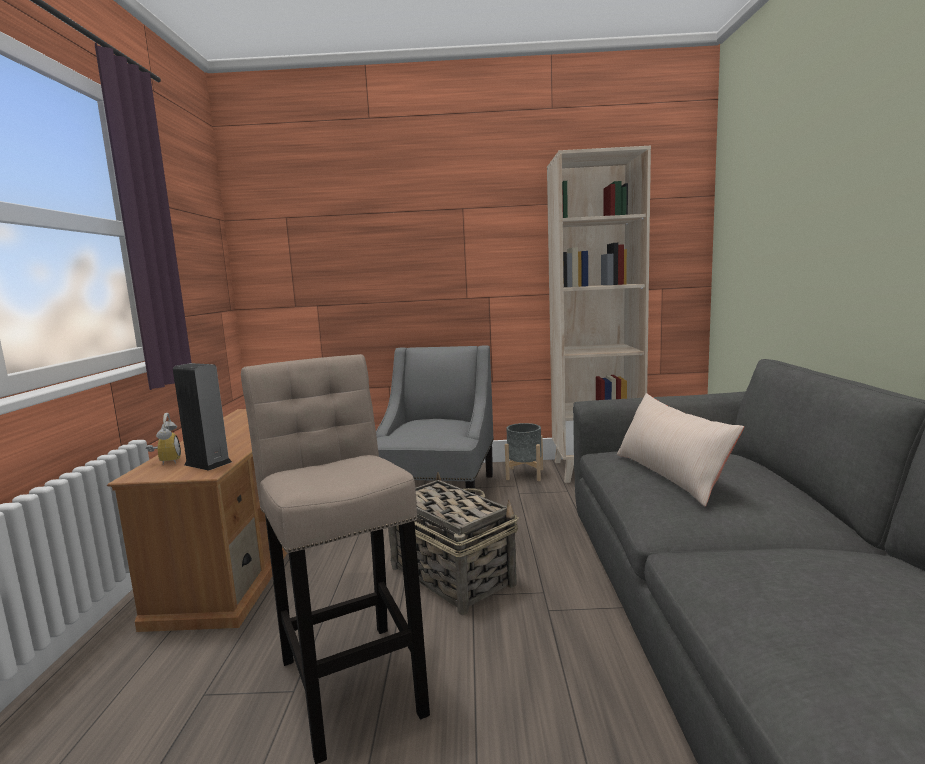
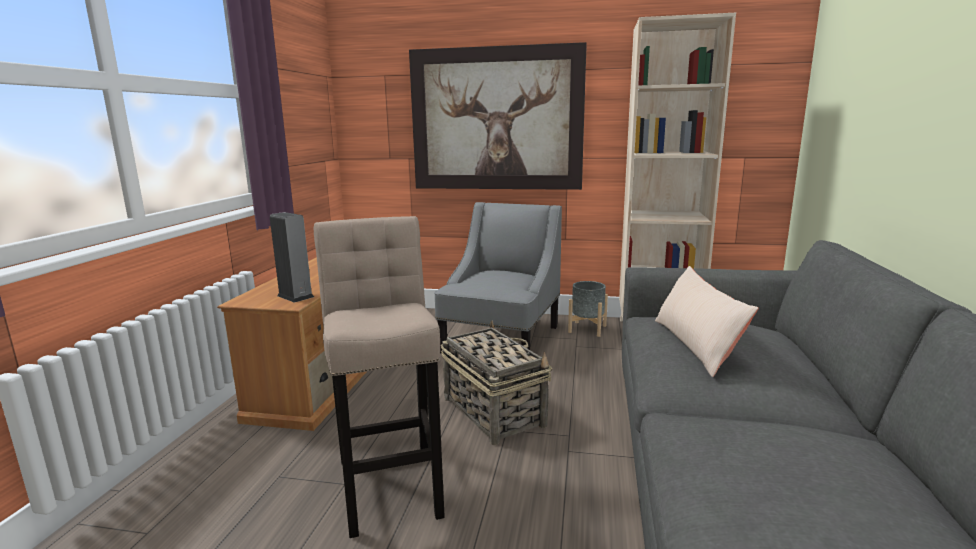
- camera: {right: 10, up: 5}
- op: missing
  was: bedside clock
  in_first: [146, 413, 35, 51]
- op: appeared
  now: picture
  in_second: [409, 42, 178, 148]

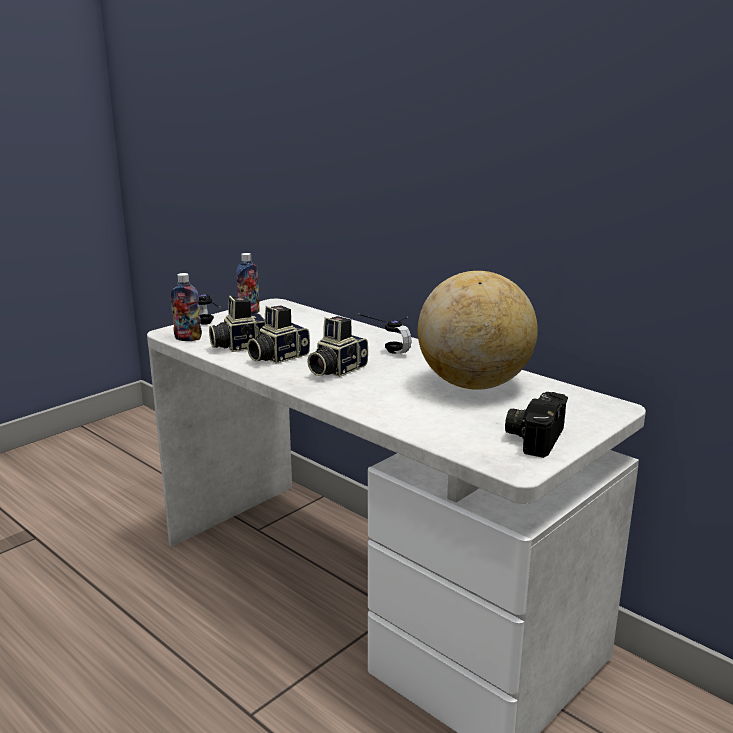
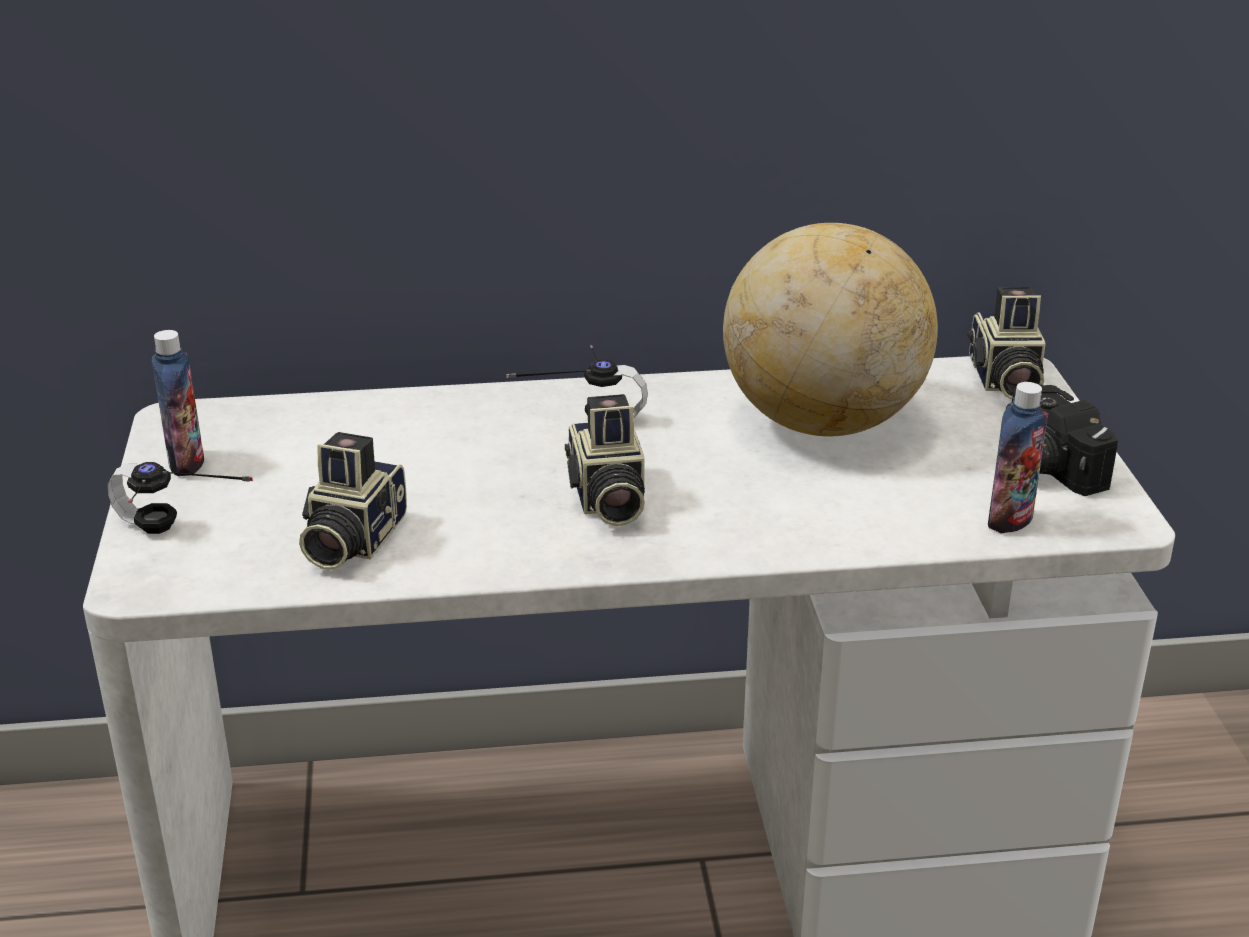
- camera: {right: -50, up: 10}
- op: relocated
  was: beverage bottle
  in_first: [170, 273, 32, 68]
  in_second: [988, 382, 60, 151]
- op: relocated
  was: photo camera
  in_first: [247, 306, 63, 58]
  in_second: [967, 287, 78, 112]

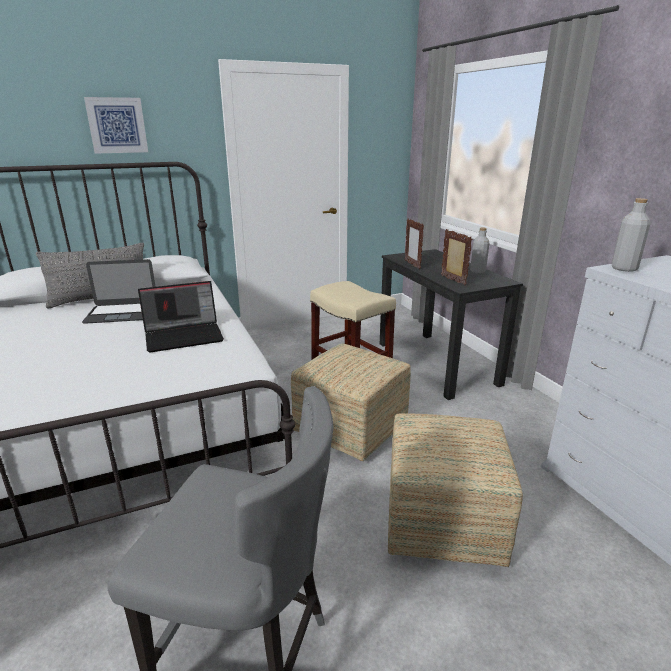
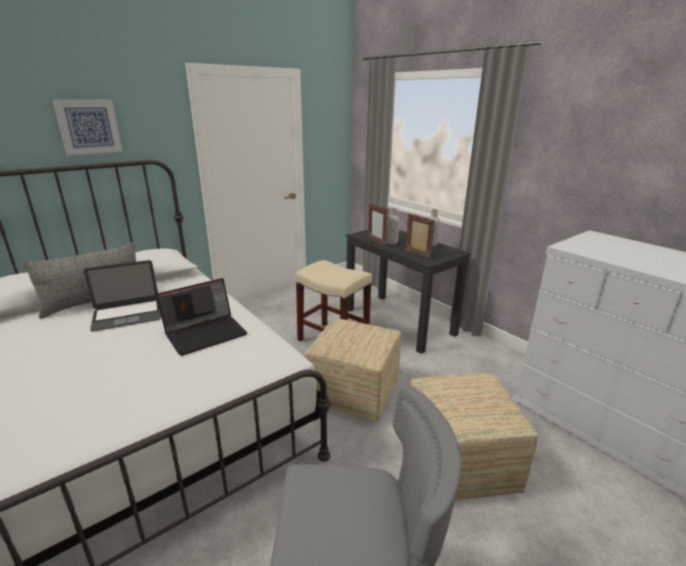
- camera: {right: -15, up: 0}
- op: relocated
  was: gray beverage bottle
  in_first: [612, 198, 38, 74]
  in_second: [386, 208, 13, 37]

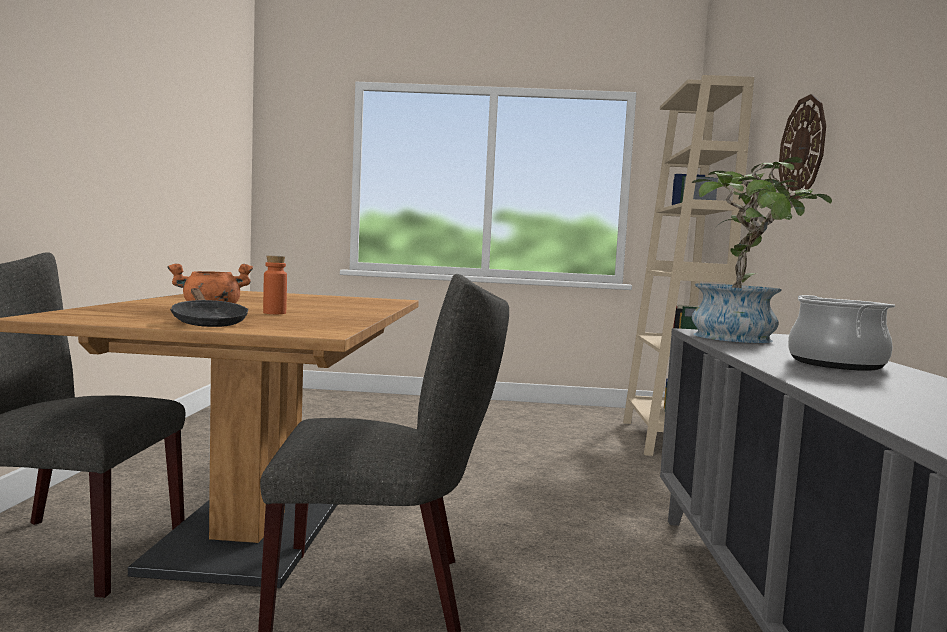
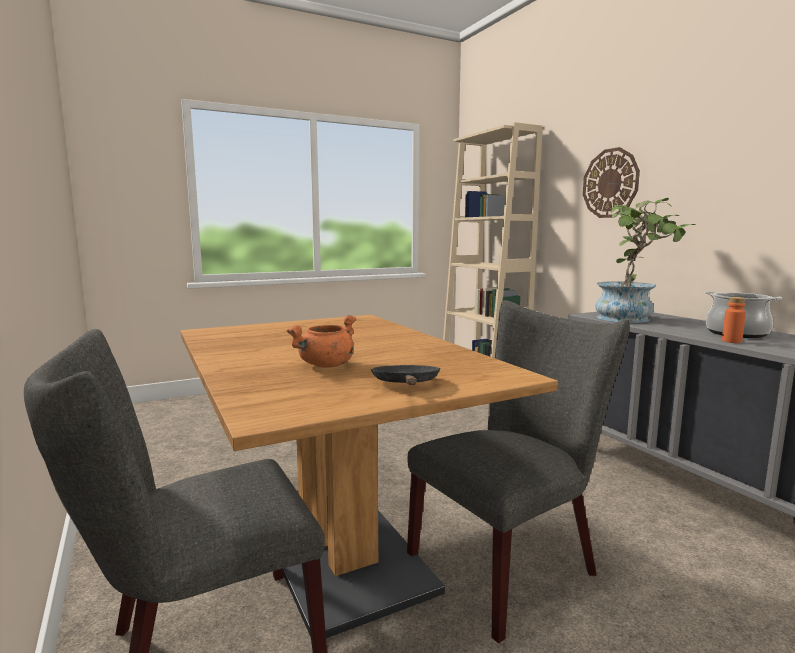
- camera: {right: -30, up: 5}
- op: relocated
  was: orange-coloured beverage bottle
  in_first: [263, 255, 24, 59]
  in_second: [722, 297, 24, 46]
- op: spun
  was: black-coloured frying pan
  in_first: [170, 288, 78, 39]
  in_second: [371, 365, 70, 20]
  clockwise: -120

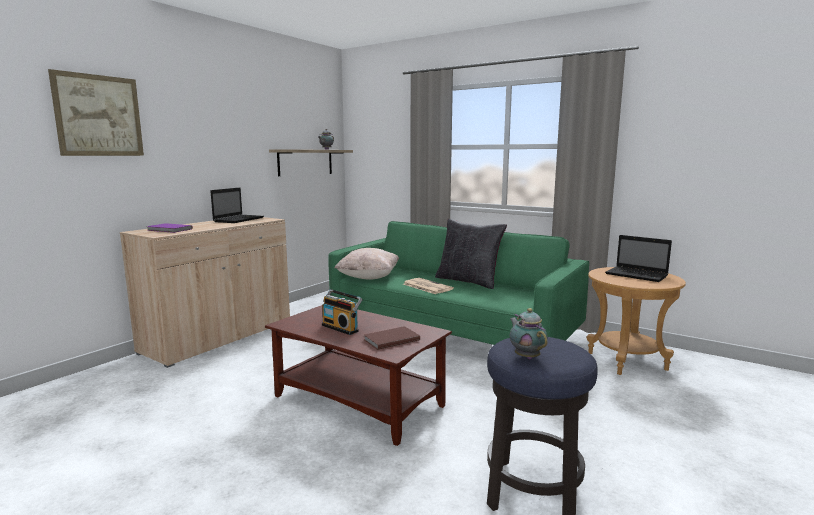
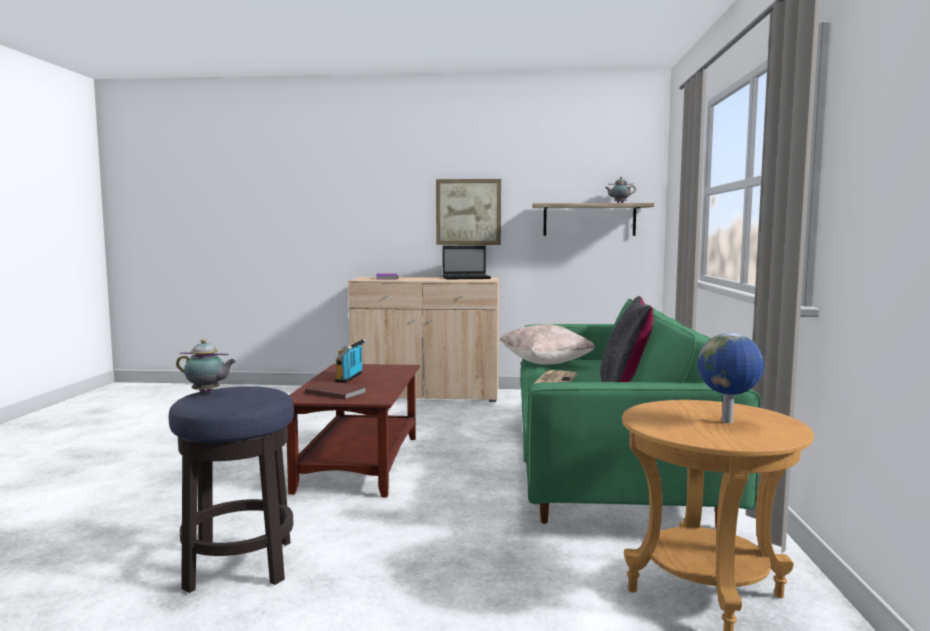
- camera: {right: 60, up: -5}
- op: relocated
  was: picture
  in_first: [48, 69, 96, 87]
  in_second: [436, 179, 65, 66]
- op: exchanged
  was: notebook computer
  now: globe
  in_first: [605, 235, 67, 47]
  in_second: [698, 333, 66, 90]
- op: spun
  was: tea pot
  in_first: [510, 308, 38, 52]
  in_second: [176, 339, 60, 54]
  clockwise: 60

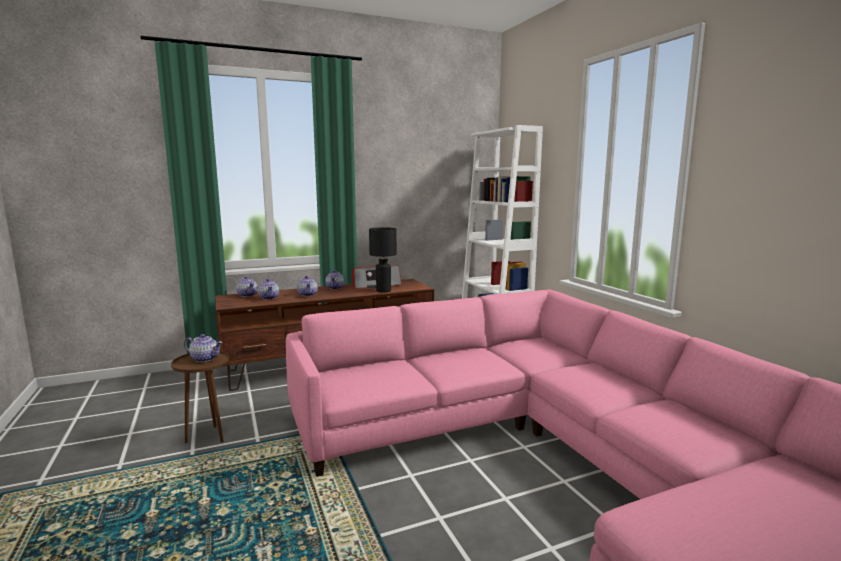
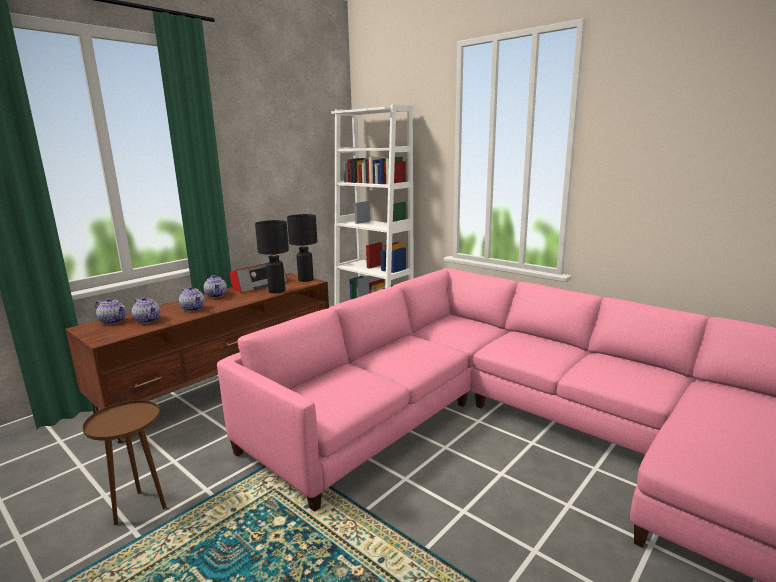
- camera: {right: -25, up: 5}
- op: missing
  was: tea pot
  in_first: [184, 334, 39, 28]
- op: appeared
  now: black-coloured tabletop lamp
  in_second: [287, 214, 31, 68]

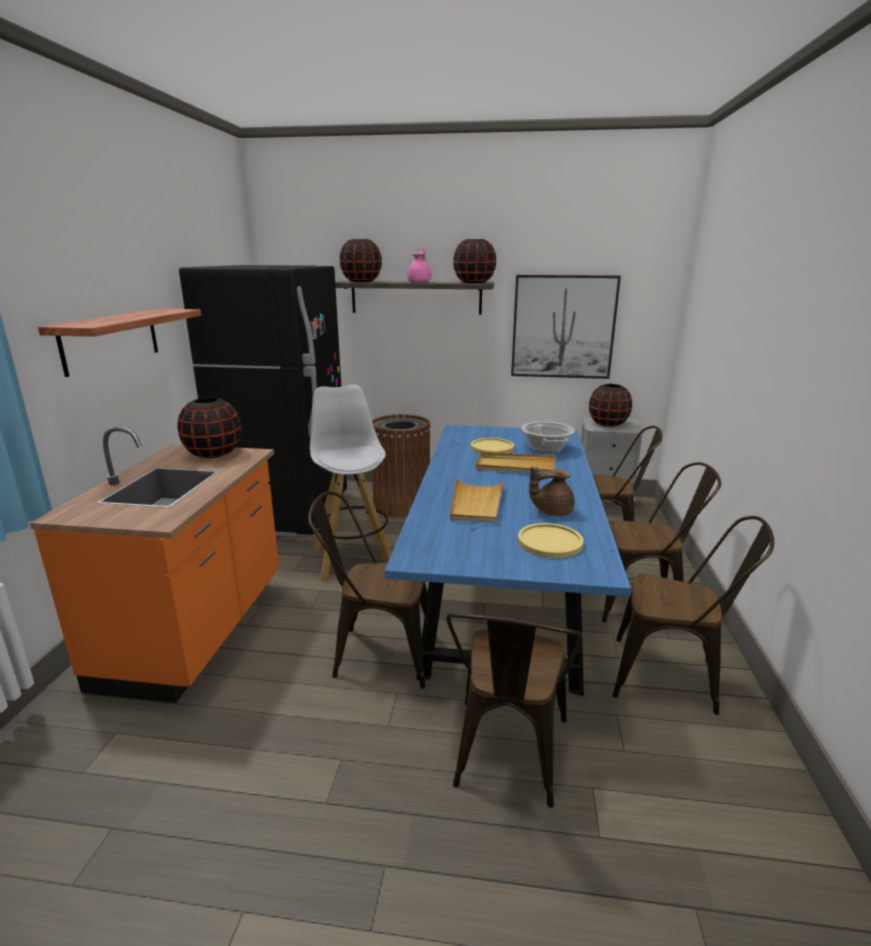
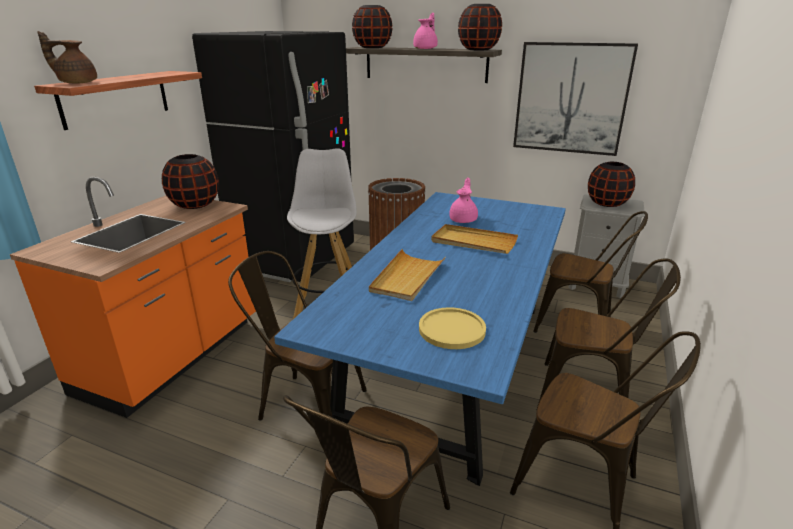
- camera: {right: 15, up: 5}
- op: missing
  was: cooking pot
  in_first: [521, 422, 54, 31]
- op: exchanged
  was: yellowish dinner plate
  now: pink tea pot
  in_first: [471, 438, 43, 15]
  in_second: [449, 178, 29, 45]
- op: relocated
  was: brown tea pot
  in_first: [529, 466, 45, 50]
  in_second: [37, 31, 60, 53]

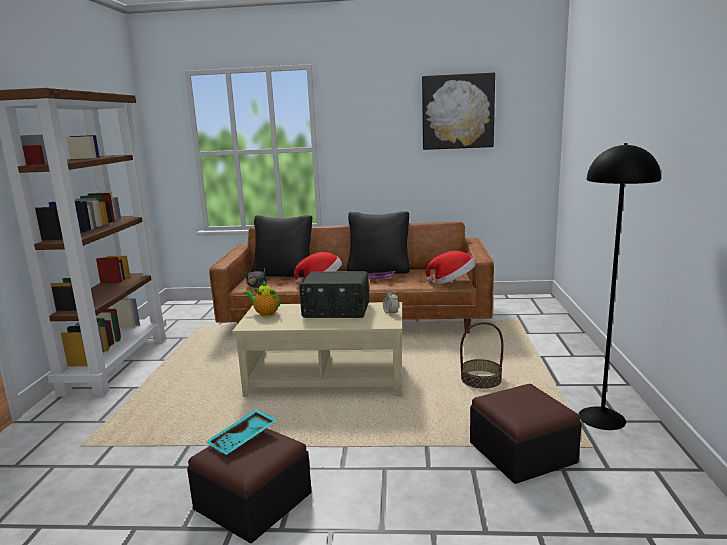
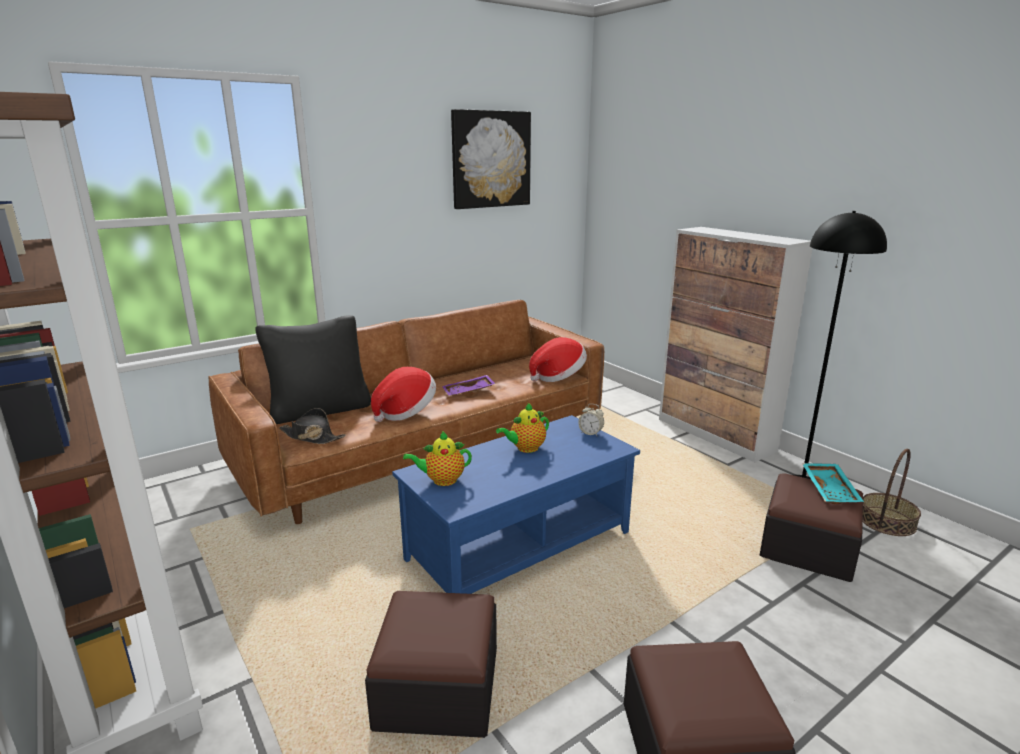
- camera: {right: -40, up: 5}
- op: missing
  was: black-coloured pillow
  in_first: [347, 211, 63, 63]
- op: exchanged
  was: radio
  now: tea pot
  in_first: [299, 271, 70, 47]
  in_second: [496, 403, 53, 50]
- op: colour
  was: beige-coloured coffee table
  now: blue-coloured coffee table
  in_first: [232, 302, 170, 95]
  in_second: [392, 415, 248, 179]
- op: relocated
  was: storage basket
  in_first: [460, 322, 44, 67]
  in_second: [863, 449, 58, 87]
- op: relocated
  was: turquoise-coloured serving tray
  in_first: [206, 409, 71, 46]
  in_second: [802, 463, 62, 41]
- op: appeared
  now: cupboard
  in_second: [659, 227, 154, 235]
- op: appeared
  now: footrest
  in_second: [365, 591, 132, 147]

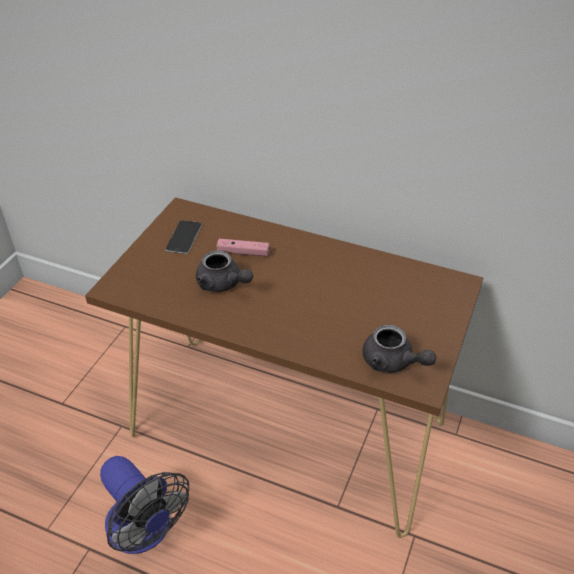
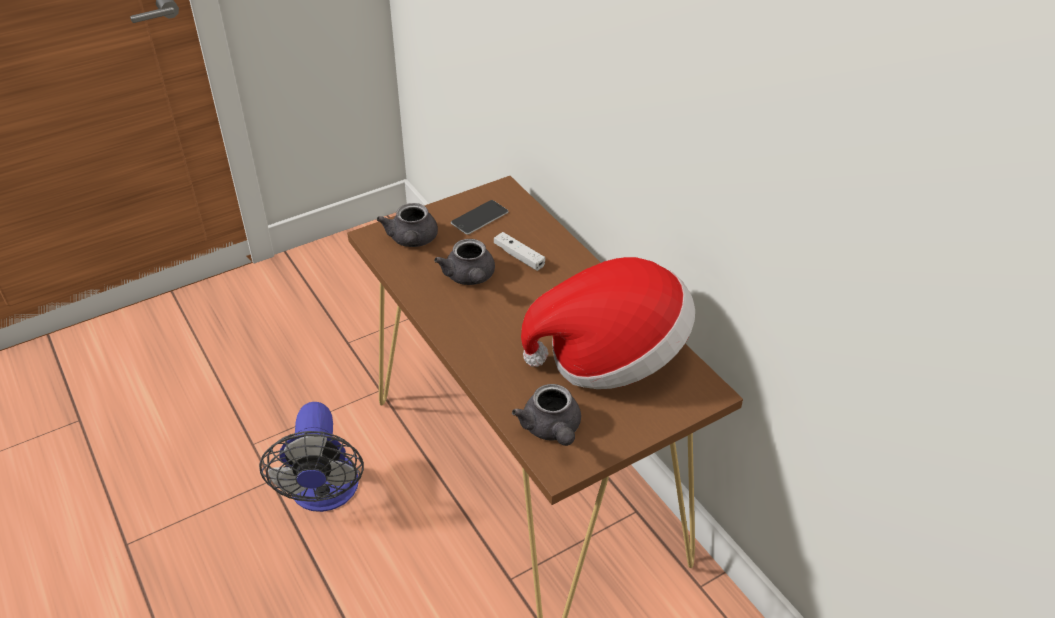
- camera: {right: 35, up: 0}
- op: colour
  was: pink joypad
  now: whitish joypad
  in_first: [216, 239, 53, 18]
  in_second: [494, 232, 51, 39]
- op: appeared
  now: gray tea pot
  in_second: [377, 203, 61, 44]
- op: appeared
  now: hat
  in_second: [521, 257, 174, 132]

